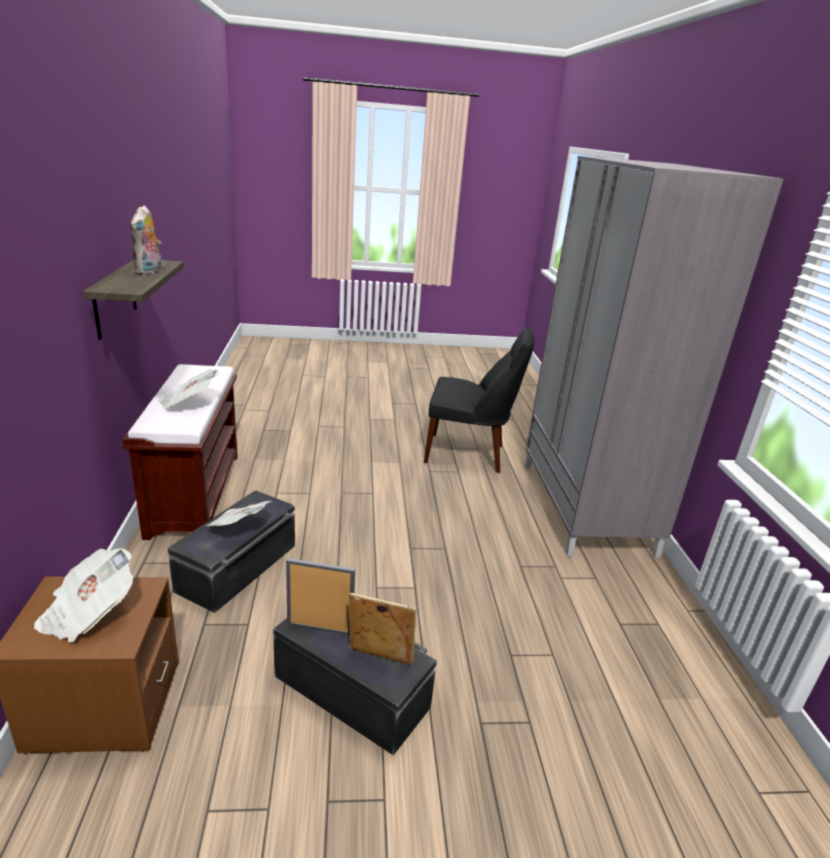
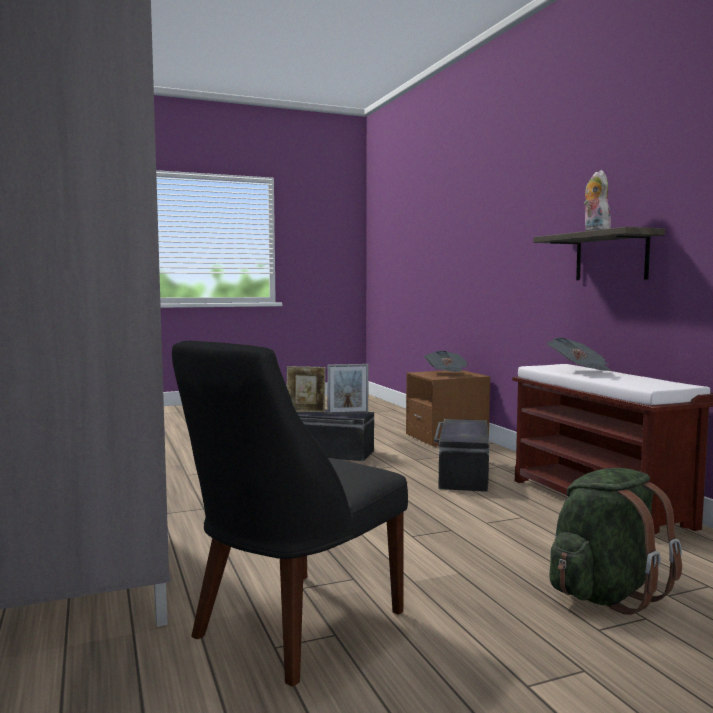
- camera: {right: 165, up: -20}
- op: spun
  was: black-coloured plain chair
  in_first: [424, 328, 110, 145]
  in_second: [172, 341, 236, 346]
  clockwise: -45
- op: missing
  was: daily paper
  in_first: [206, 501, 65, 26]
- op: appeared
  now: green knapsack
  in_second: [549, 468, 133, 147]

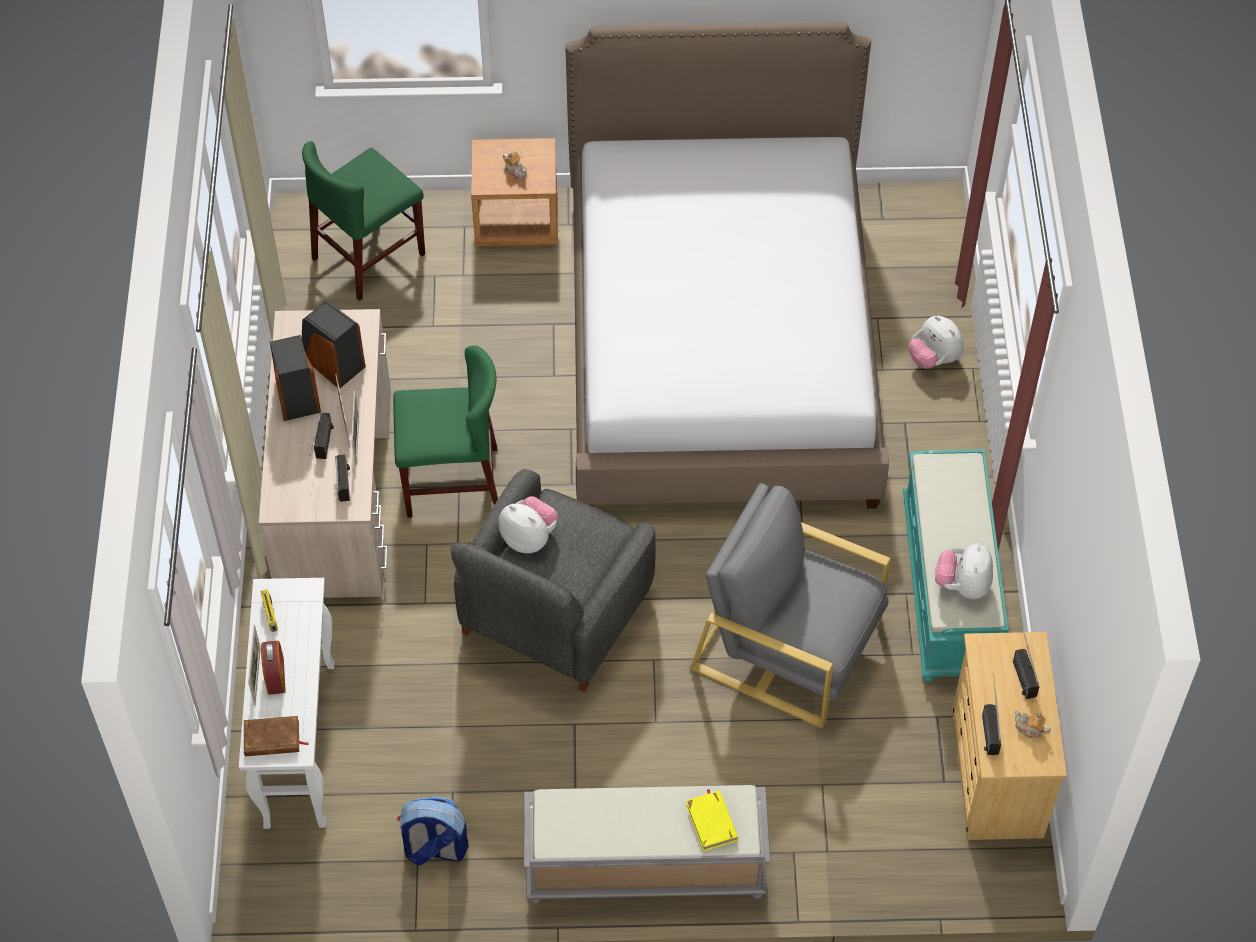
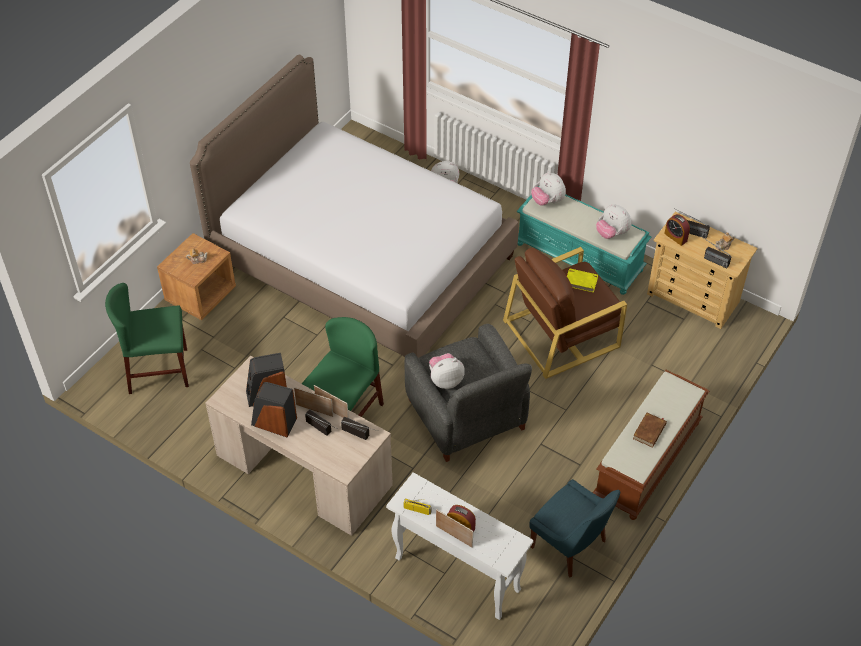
- camera: {right: -55, up: -5}
- op: spun
  was: green plain chair
  in_first: [302, 141, 123, 160]
  in_second: [105, 283, 84, 111]
  clockwise: 90
- op: colour
  was: gray armchair
  now: brown armchair
  in_first: [690, 483, 201, 246]
  in_second: [503, 247, 124, 132]
- op: relocated
  was: brown book
  in_first: [244, 716, 65, 40]
  in_second: [633, 413, 34, 35]
- op: colour
  was: gray long seat
  now: brown long seat
  in_first: [524, 785, 247, 119]
  in_second: [593, 370, 116, 150]
- op: relocated
  was: yellowish book
  in_first: [686, 789, 52, 62]
  in_second: [566, 268, 32, 25]
- op: exchanged
  was: knapsack
  now: blue-coloured plain chair
  in_first: [397, 796, 72, 70]
  in_second: [529, 479, 91, 98]
- op: appeared
  now: cuddly toy
  in_second: [531, 172, 35, 34]
- op: appeared
  now: bedside clock
  in_second: [664, 214, 26, 32]

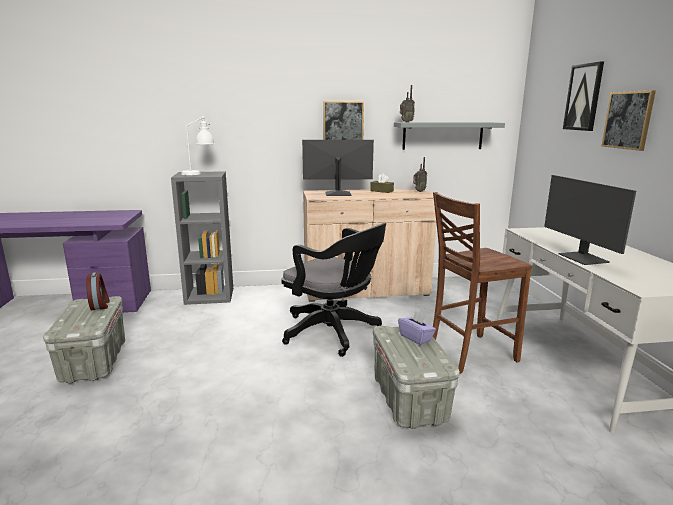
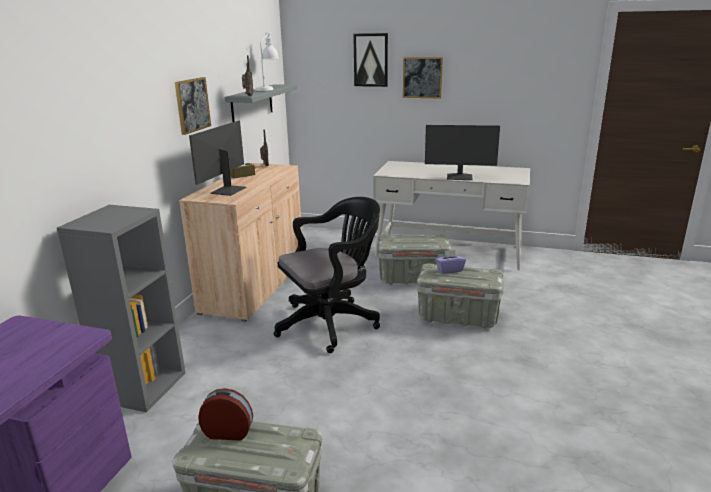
- camera: {right: -65, up: 5}
- op: relocated
  was: whitish tabletop lamp
  in_first: [181, 116, 34, 59]
  in_second: [255, 32, 24, 59]
- op: exchanged
  was: brown plain chair
  now: gray storage container
  in_first: [433, 192, 99, 182]
  in_second: [377, 234, 74, 51]

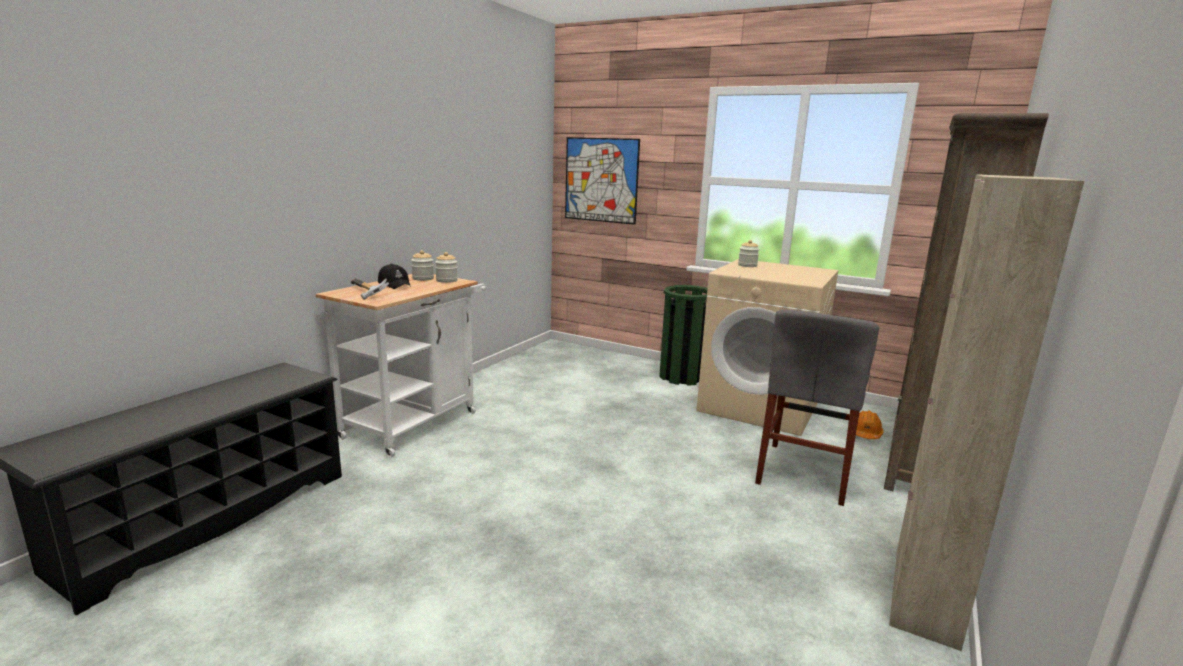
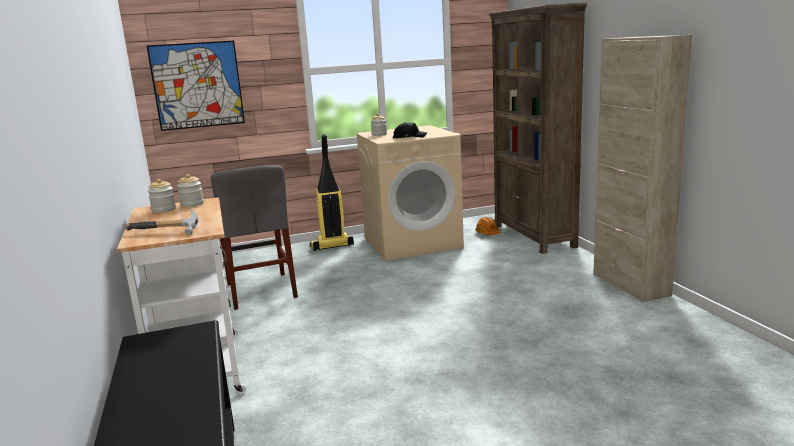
- camera: {right: -45, up: 0}
- op: relocated
  was: black-coloured baseball cap
  in_first: [378, 264, 33, 25]
  in_second: [393, 122, 35, 16]
- op: exchanged
  was: green trash can
  now: vacuum cleaner
  in_first: [659, 285, 49, 101]
  in_second: [310, 134, 44, 117]
- op: relocated
  was: gray plain chair
  in_first: [755, 310, 124, 196]
  in_second: [211, 165, 87, 145]

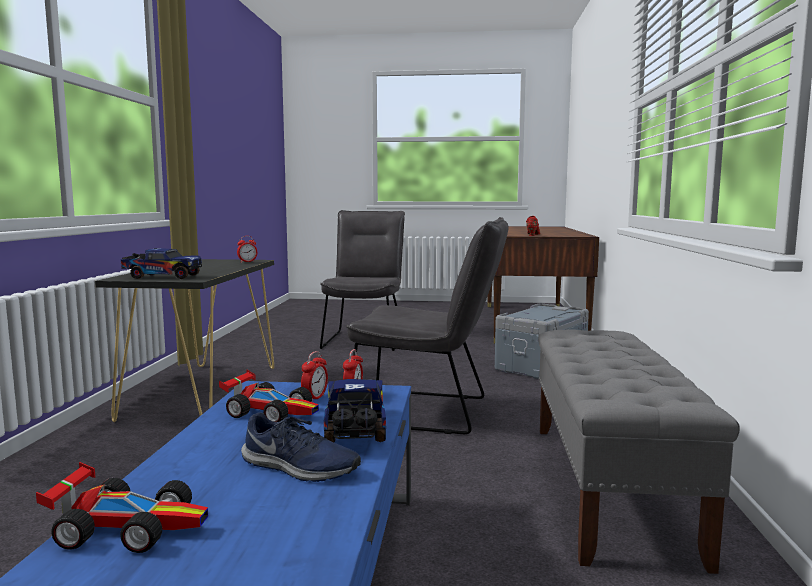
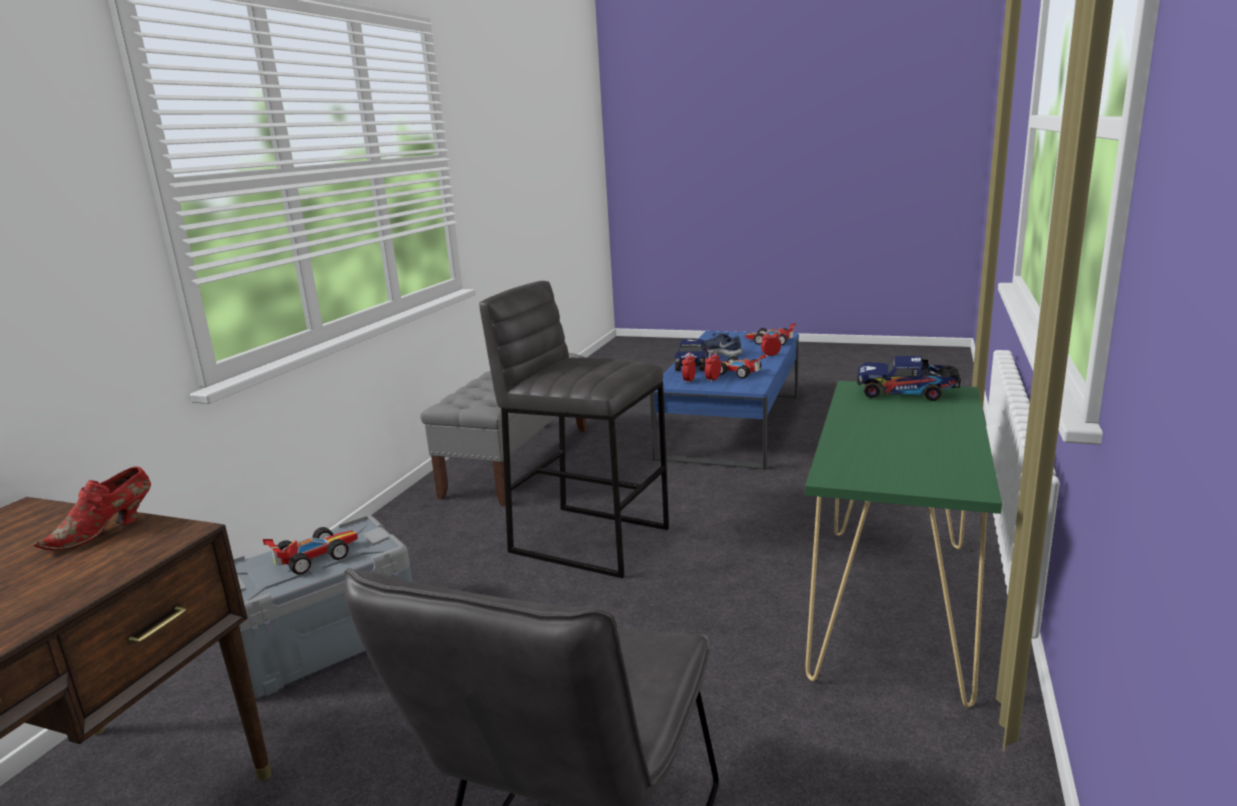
- camera: {right: -165, up: 10}
- op: exchanged
  was: gray plain chair
  now: gray stool seat
  in_first: [346, 217, 163, 217]
  in_second: [479, 281, 190, 297]
- op: relocated
  was: bedside clock
  in_first: [237, 236, 20, 27]
  in_second: [761, 329, 20, 28]
- op: colour
  was: black-coloured console table
  now: green console table
  in_first: [95, 259, 179, 163]
  in_second: [805, 381, 197, 327]
- op: appeared
  now: toy car
  in_second: [263, 527, 95, 48]

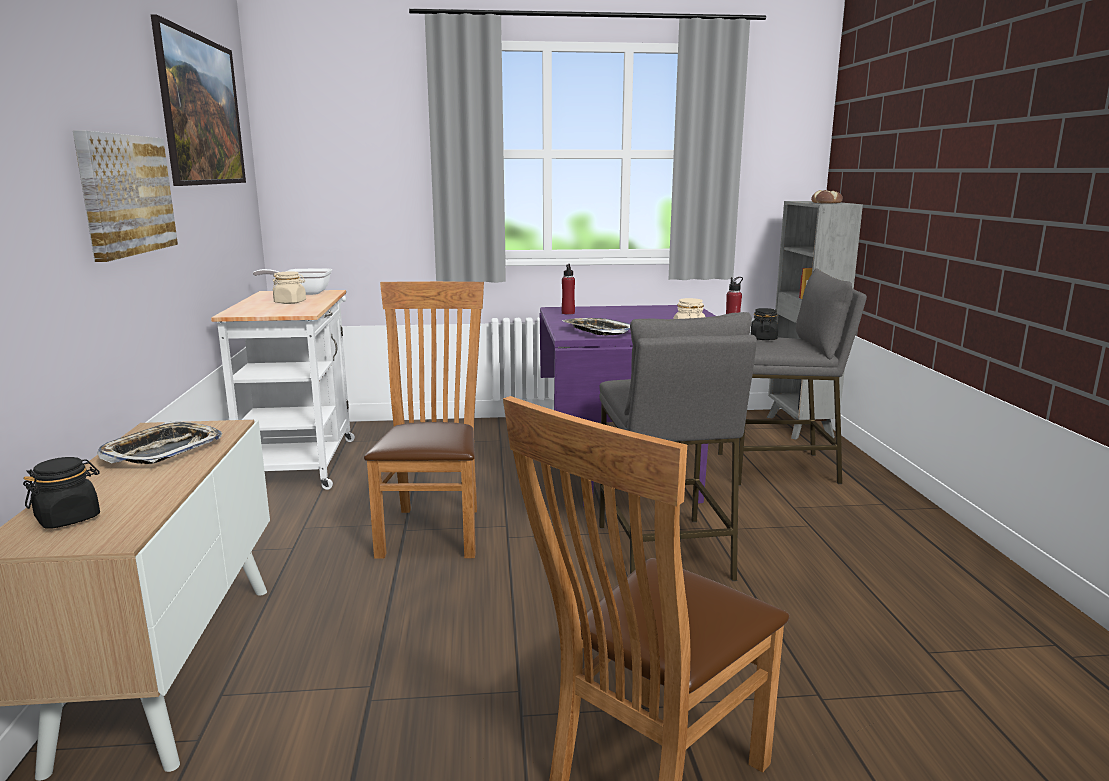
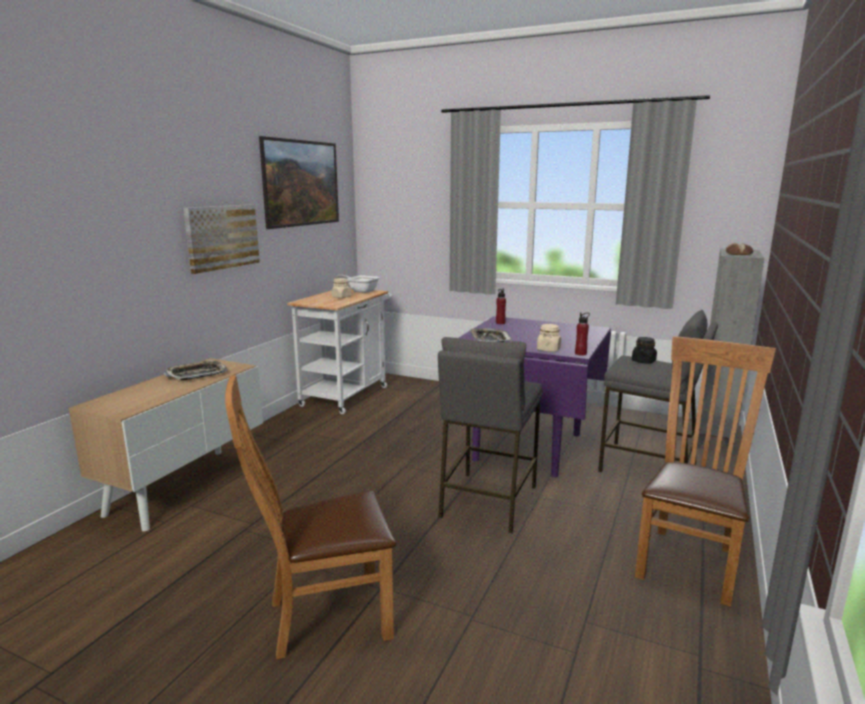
- camera: {right: 30, up: 0}
- op: relocated
  was: brown plain chair
  in_first: [364, 281, 120, 278]
  in_second: [635, 336, 141, 271]
- op: missing
  was: black-coloured preserve jar
  in_first: [23, 457, 77, 72]

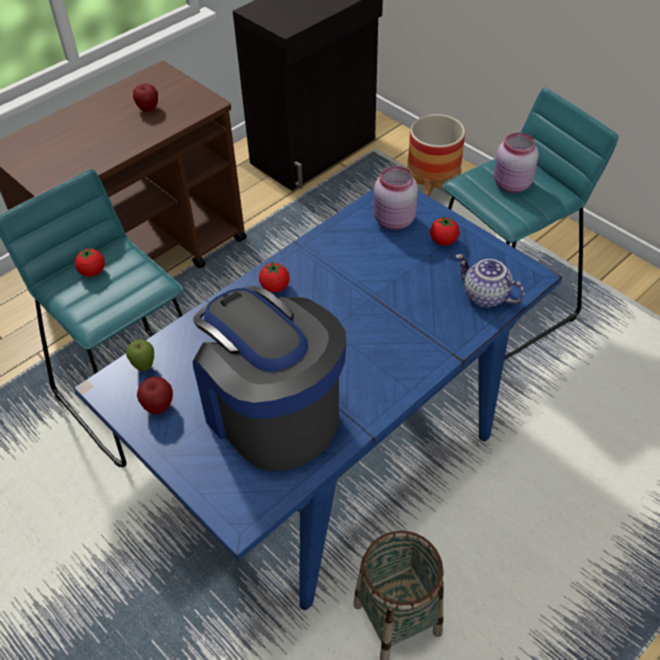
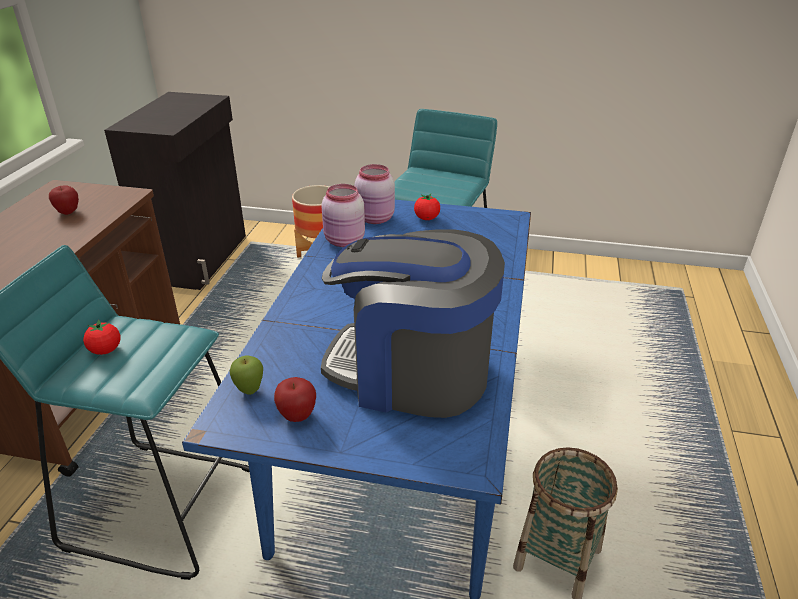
- camera: {right: -35, up: -15}
- op: relocated
  was: pink preserve jar
  in_first: [494, 132, 45, 61]
  in_second: [322, 184, 43, 63]
- op: missing
  was: tea pot
  in_first: [456, 254, 69, 54]
- op: missing
  was: tomato
  in_first: [259, 261, 31, 32]

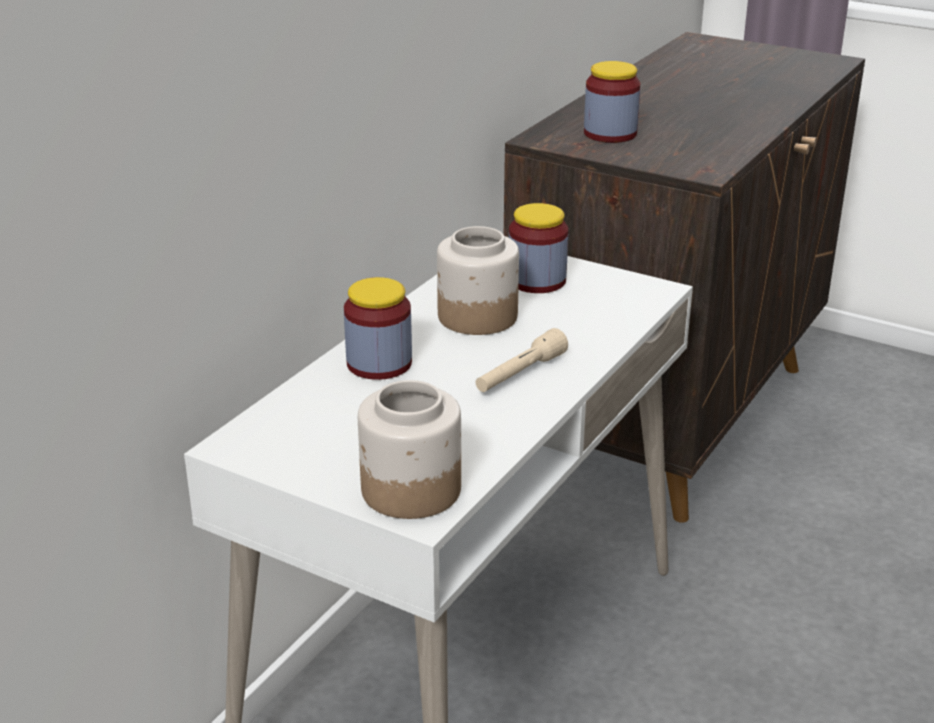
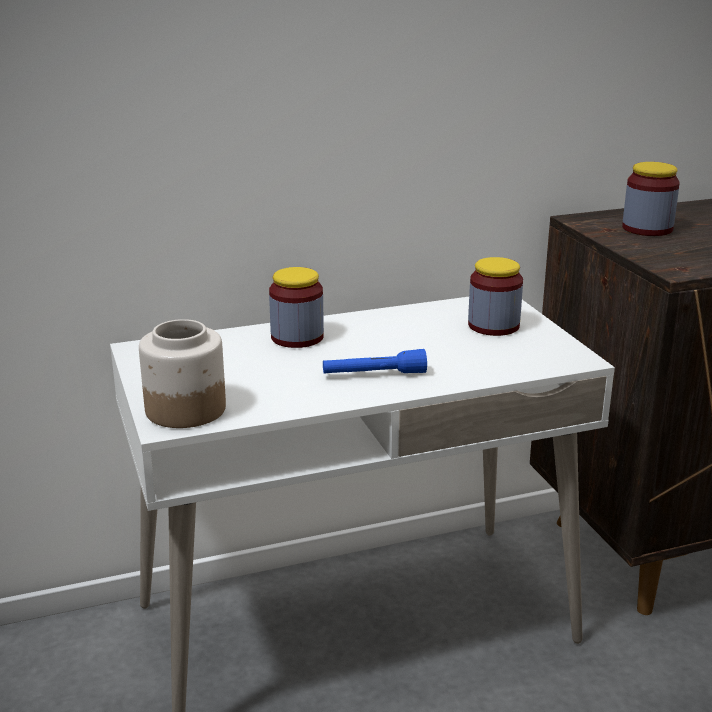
- camera: {right: 40, up: -5}
- op: missing
  was: preserve jar
  in_first: [437, 226, 82, 109]
- op: colour
  was: beige-coloured hand torch
  now: blue-coloured hand torch
  in_first: [475, 328, 93, 64]
  in_second: [323, 349, 104, 25]

